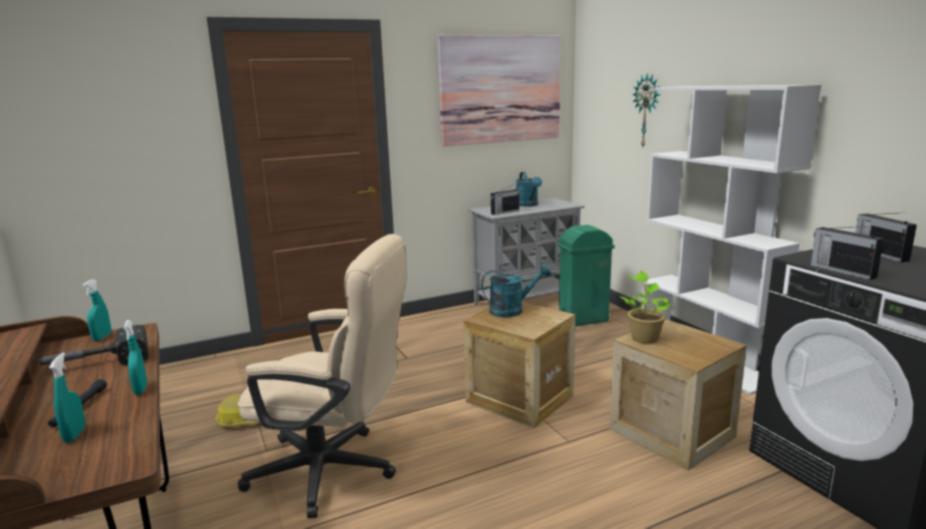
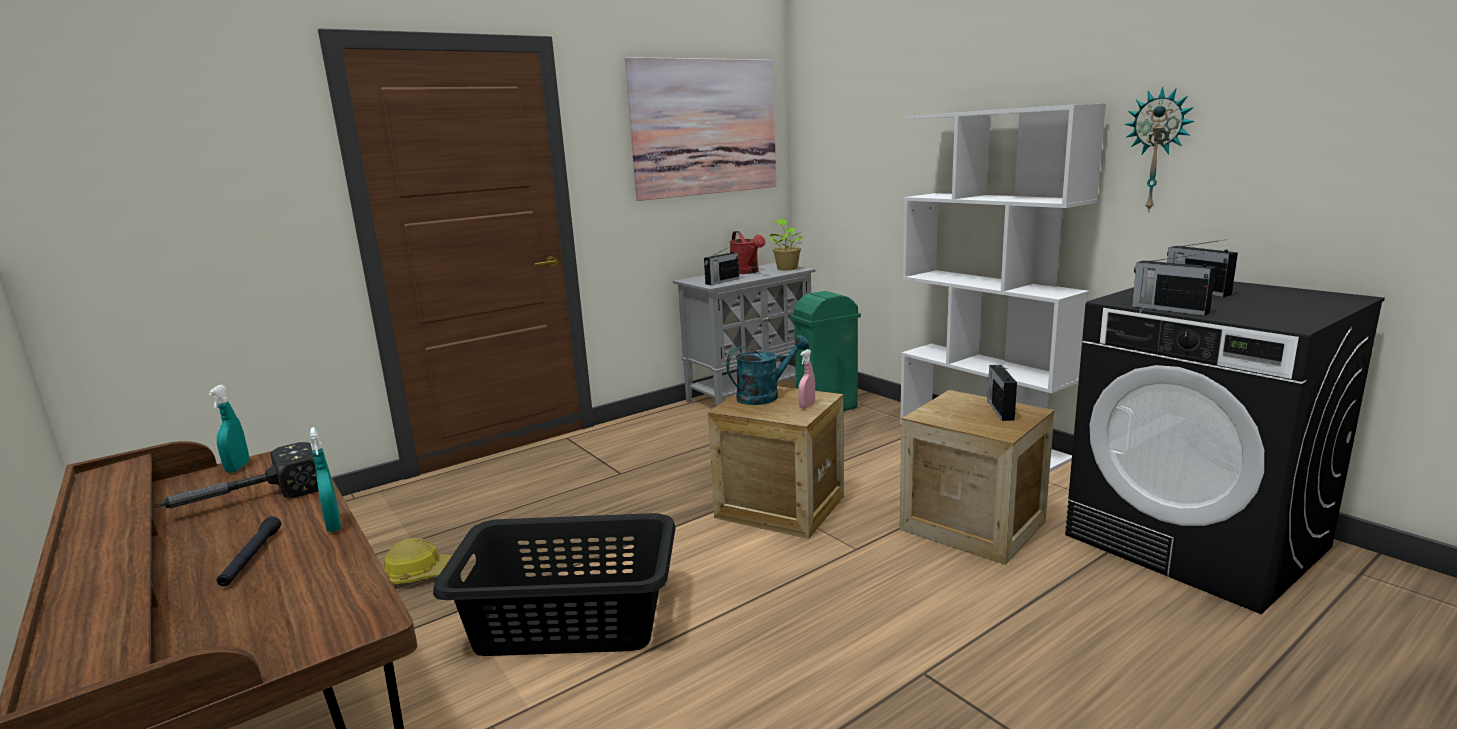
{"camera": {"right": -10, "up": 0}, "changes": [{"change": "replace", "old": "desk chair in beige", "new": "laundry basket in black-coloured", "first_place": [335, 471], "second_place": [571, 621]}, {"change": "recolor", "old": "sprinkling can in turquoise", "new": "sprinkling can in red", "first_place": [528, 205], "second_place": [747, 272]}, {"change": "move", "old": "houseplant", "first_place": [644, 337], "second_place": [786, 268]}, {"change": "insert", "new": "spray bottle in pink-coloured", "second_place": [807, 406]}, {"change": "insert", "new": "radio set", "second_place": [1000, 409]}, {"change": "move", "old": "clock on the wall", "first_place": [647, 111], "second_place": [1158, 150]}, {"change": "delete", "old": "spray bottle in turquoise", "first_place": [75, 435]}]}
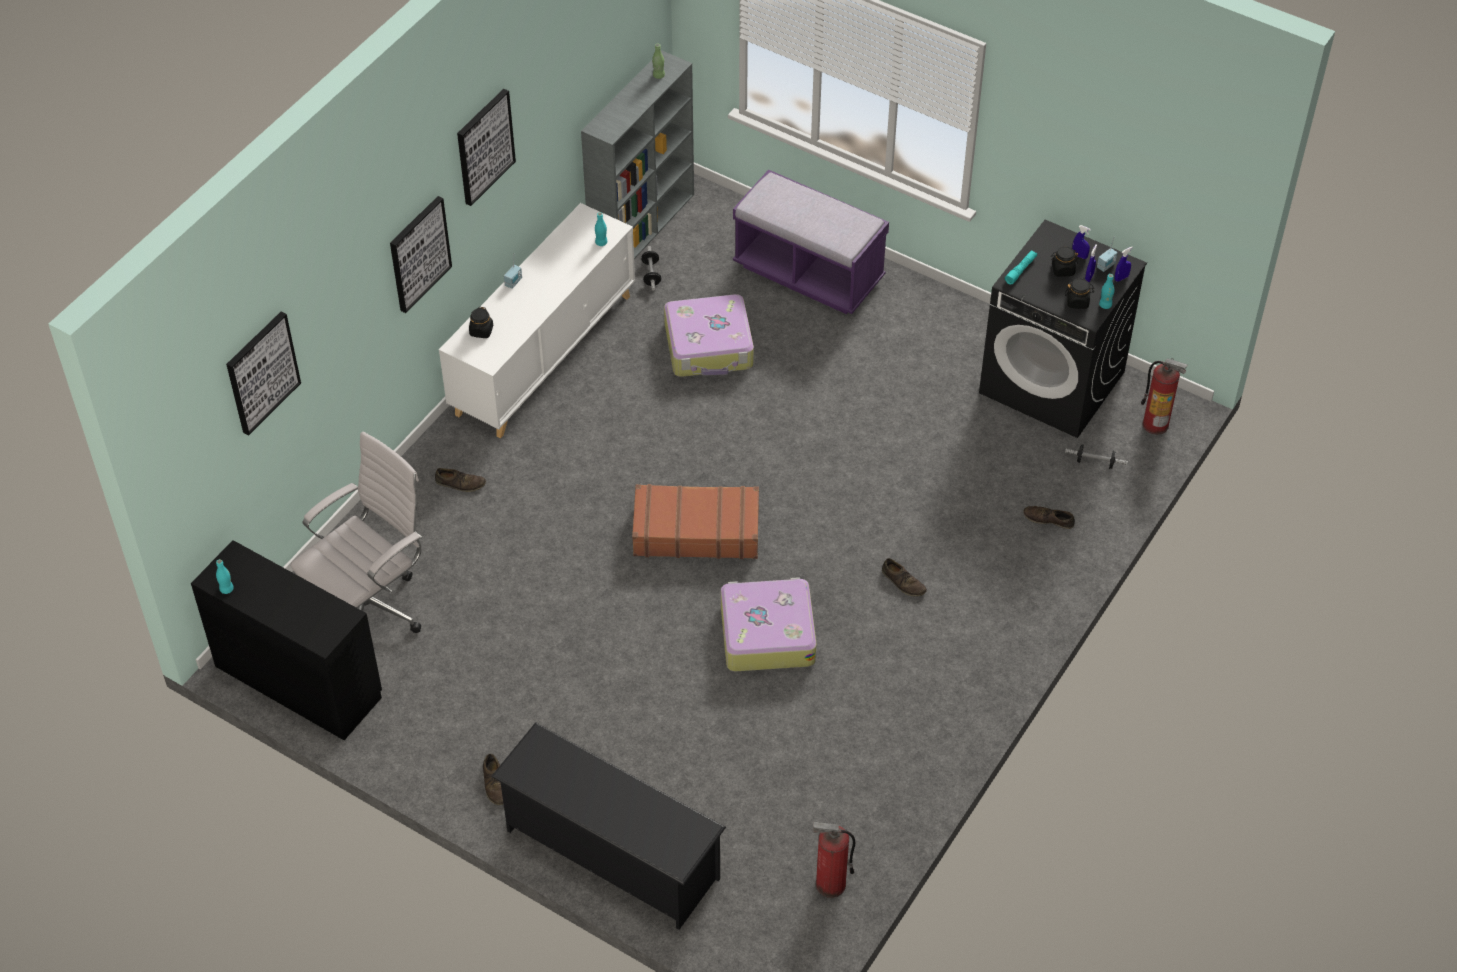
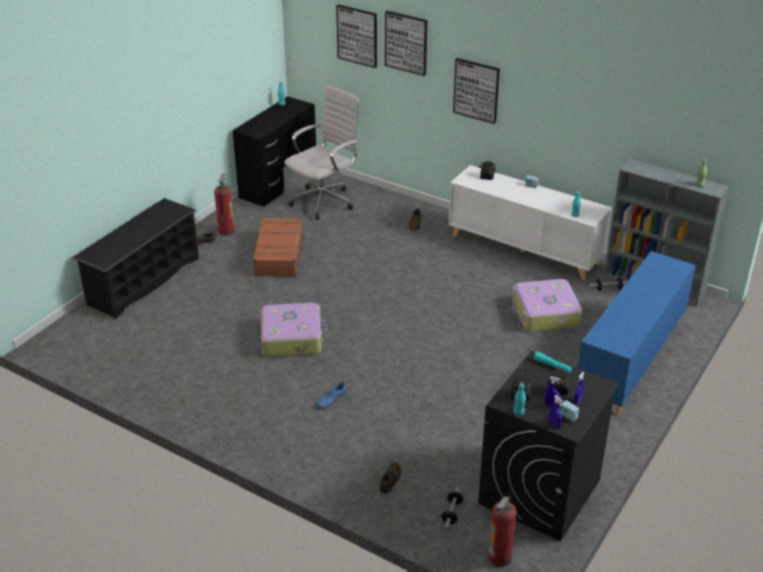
{"camera": {"right": 90, "up": -15}, "changes": [{"change": "move", "old": "fire-fighting cylinder", "first_place": [830, 884], "second_place": [226, 231]}, {"change": "move", "old": "piece of luggage in brownish", "first_place": [696, 531], "second_place": [279, 255]}, {"change": "rotate", "old": "desk chair in whitish", "first_place": [372, 608], "second_place": [325, 201], "degrees": -90}, {"change": "recolor", "old": "shoe in brownish", "new": "shoe in bluish", "first_place": [903, 582], "second_place": [331, 399]}, {"change": "move", "old": "wall art", "first_place": [484, 146], "second_place": [406, 42]}, {"change": "replace", "old": "bench in purple-coloured", "new": "storage cabinet in bluish", "first_place": [808, 273], "second_place": [630, 360]}]}
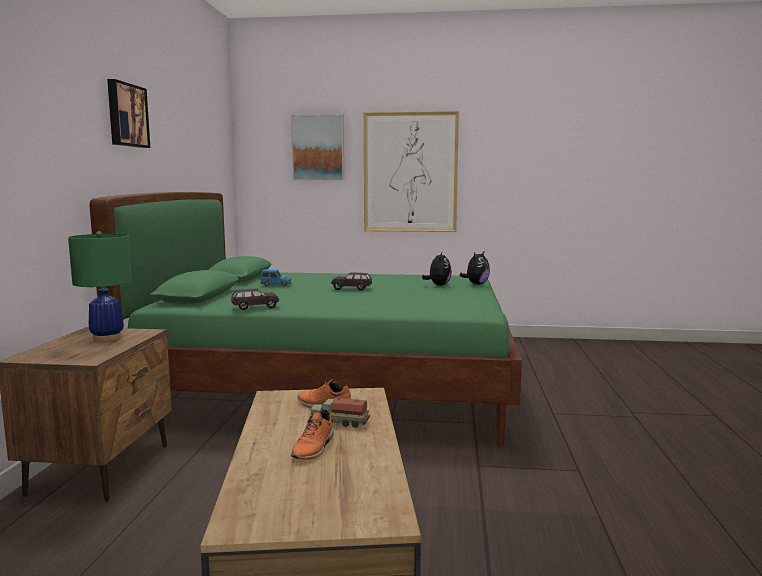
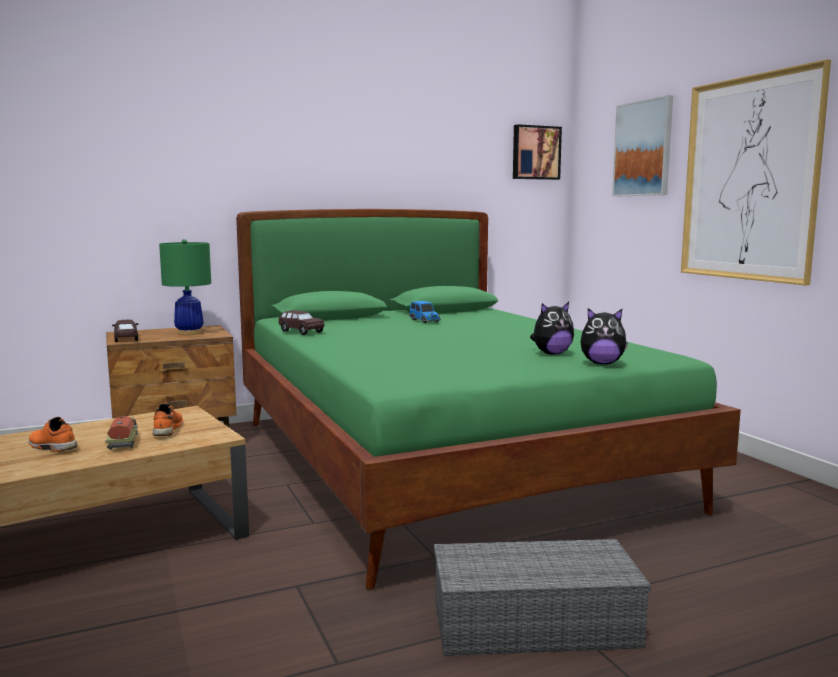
{"camera": {"right": 60, "up": 0}, "changes": [{"change": "rotate", "old": "shoe in orangey", "first_place": [314, 448], "second_place": [51, 447], "degrees": 45}, {"change": "move", "old": "toy car in brownish", "first_place": [351, 288], "second_place": [126, 339]}, {"change": "insert", "new": "storage box in grey", "second_place": [536, 622]}, {"change": "move", "old": "wall art", "first_place": [126, 115], "second_place": [535, 153]}]}
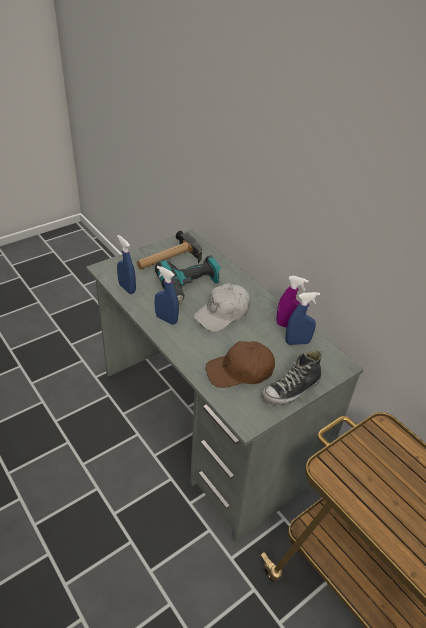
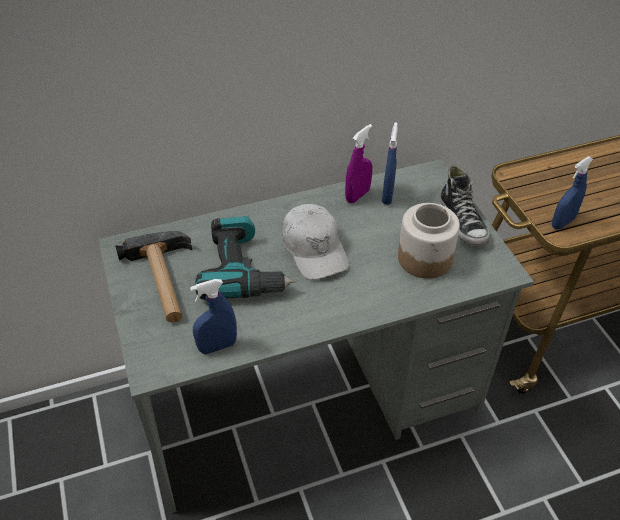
{"camera": {"right": -70, "up": 5}, "changes": [{"change": "replace", "old": "peaked cap in brownish", "new": "preserve jar", "first_place": [240, 371], "second_place": [425, 258]}, {"change": "move", "old": "spray bottle in bluish", "first_place": [166, 319], "second_place": [562, 222]}]}
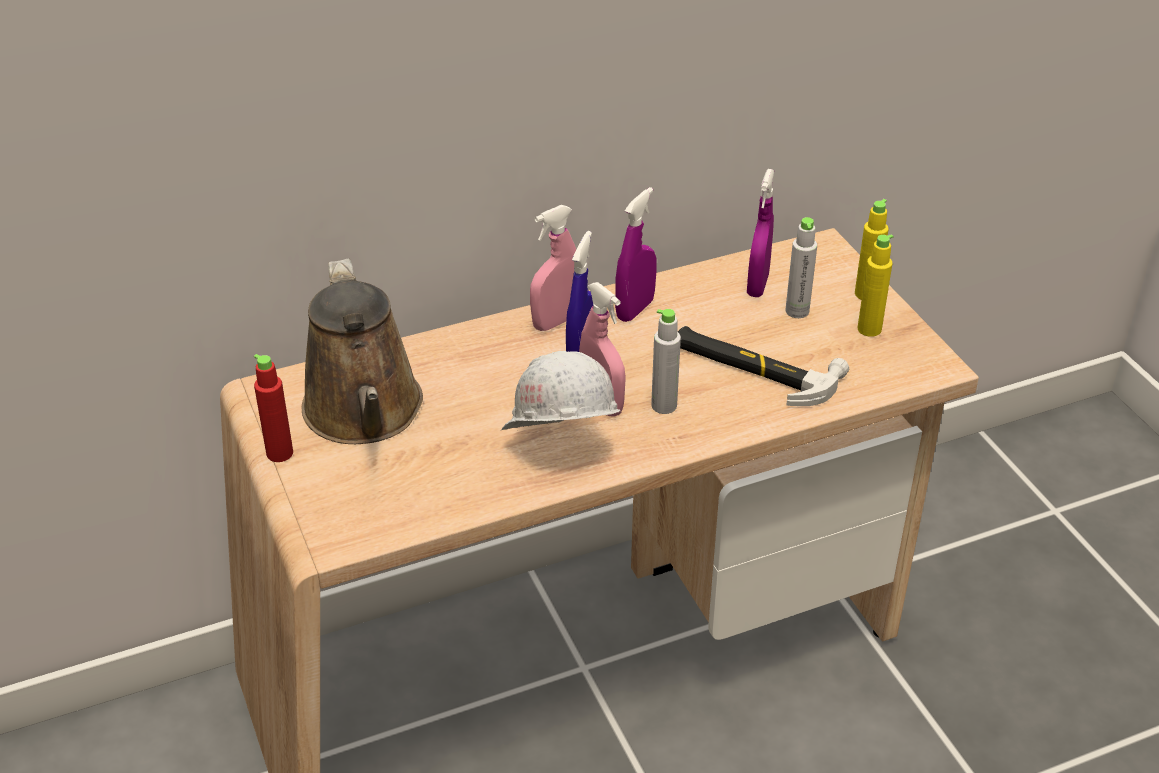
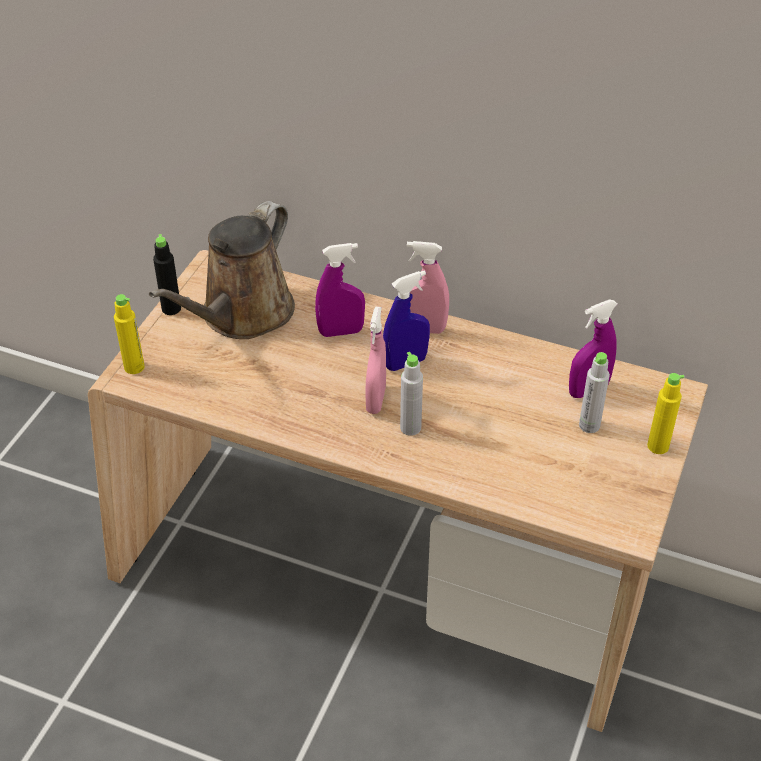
{"camera": {"right": 45, "up": 5}, "changes": [{"change": "move", "old": "bottle in yellow-coloured", "first_place": [869, 329], "second_place": [134, 367]}, {"change": "recolor", "old": "bottle in red", "new": "bottle in black-coloured", "first_place": [280, 453], "second_place": [171, 309]}, {"change": "move", "old": "spray bottle in purple-coloured", "first_place": [635, 310], "second_place": [341, 332]}, {"change": "delete", "old": "safety helmet in whitish", "first_place": [559, 450]}, {"change": "delete", "old": "hammer", "first_place": [754, 368]}]}
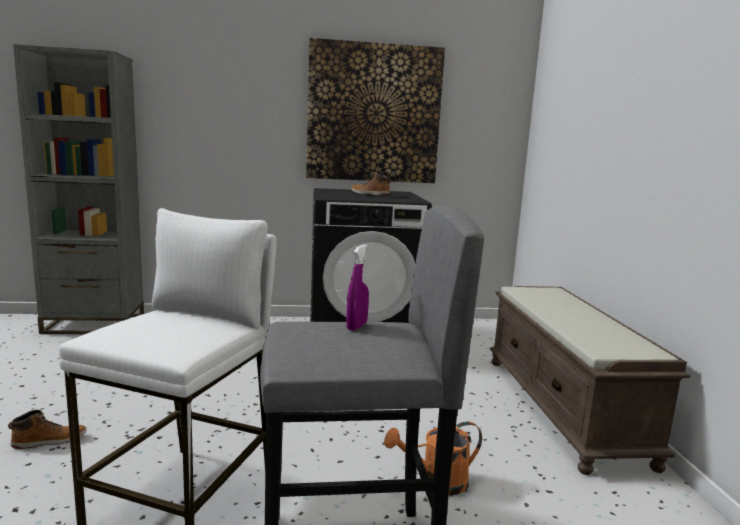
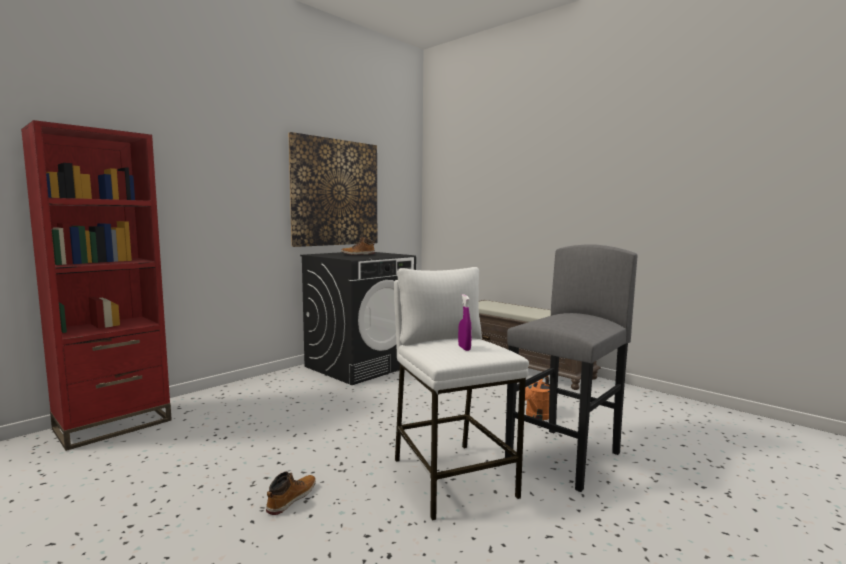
{"camera": {"right": -40, "up": -5}, "changes": [{"change": "recolor", "old": "bookcase in grey", "new": "bookcase in red", "first_place": [94, 324], "second_place": [113, 425]}, {"change": "move", "old": "spray bottle in purple-coloured", "first_place": [356, 326], "second_place": [464, 348]}]}
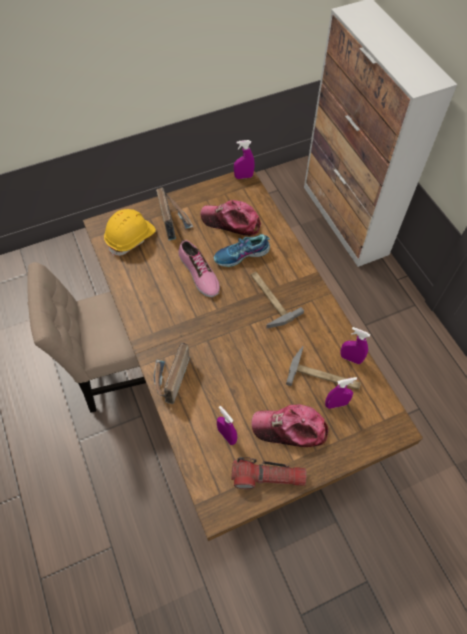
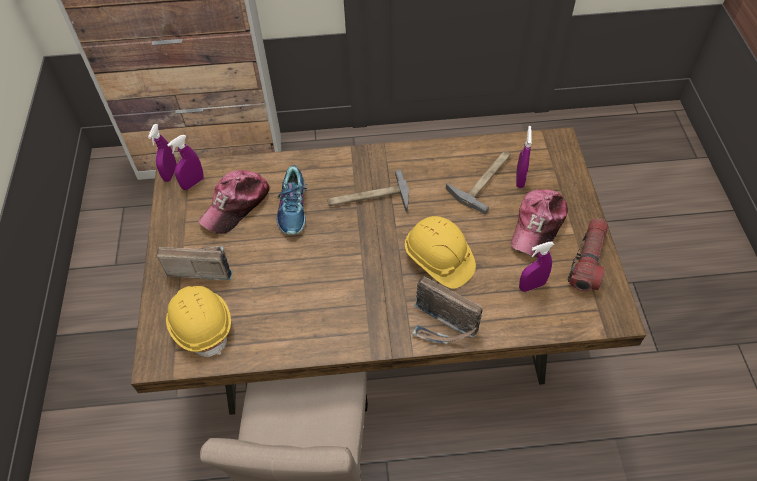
{"camera": {"right": -70, "up": -5}, "changes": [{"change": "move", "old": "spray bottle in purple-coloured", "first_place": [350, 358], "second_place": [193, 183]}, {"change": "insert", "new": "safety helmet in yellow-coloured", "second_place": [439, 260]}, {"change": "delete", "old": "shoe", "first_place": [198, 273]}]}
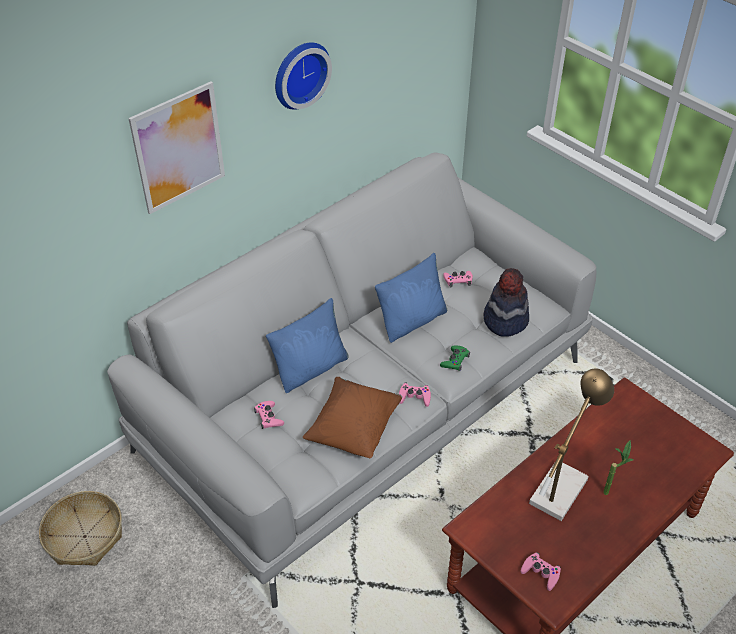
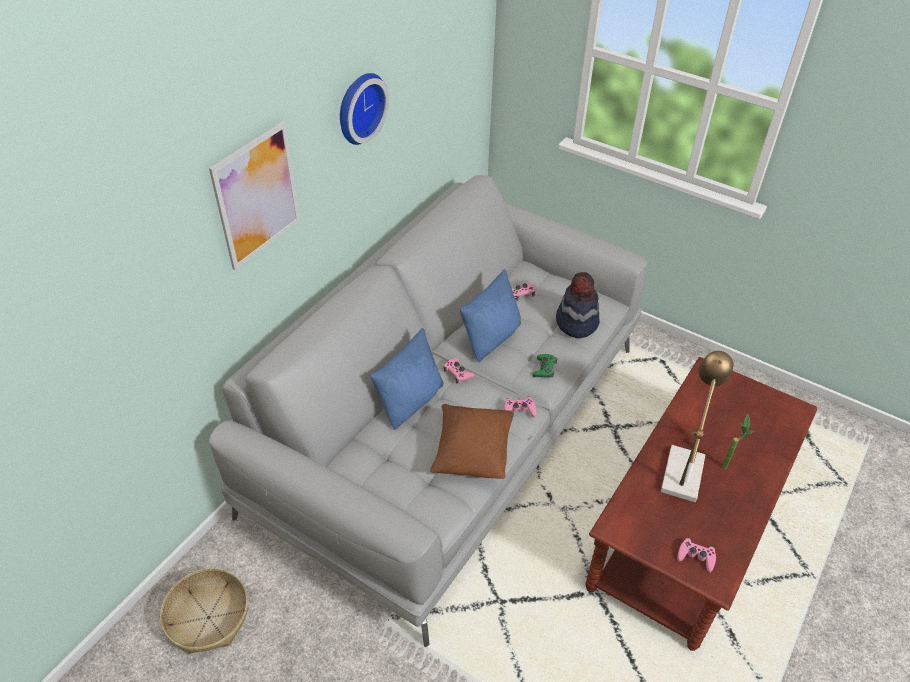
{"camera": {"right": -15, "up": 0}, "changes": [{"change": "move", "old": "joypad in pink-coloured", "first_place": [268, 417], "second_place": [458, 373]}]}
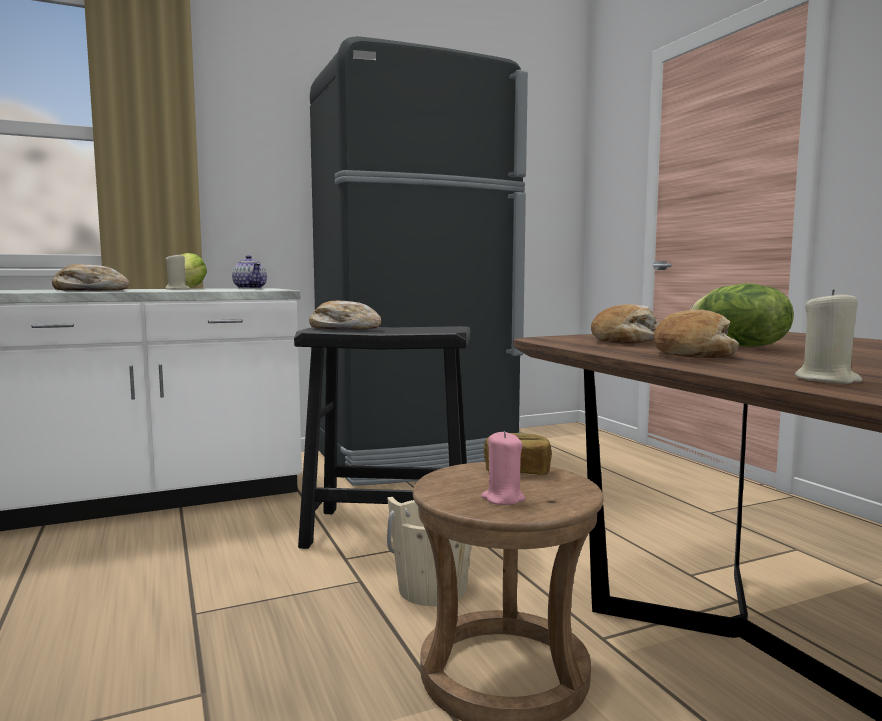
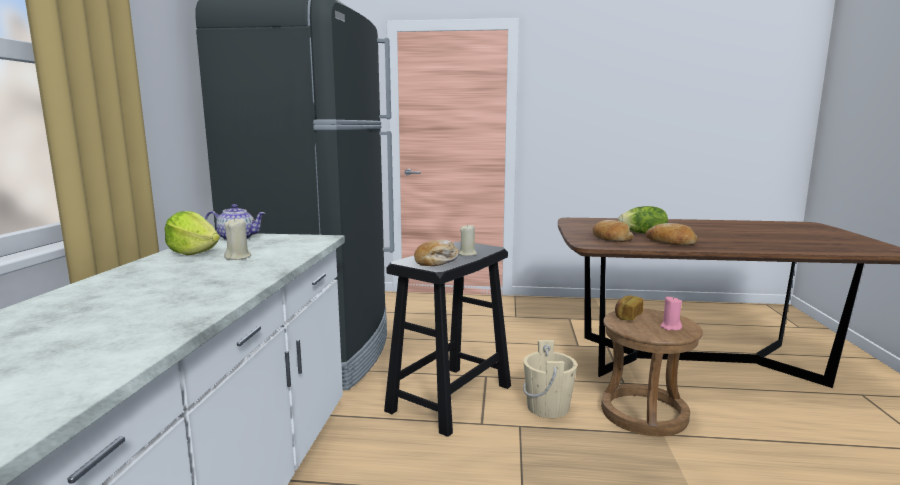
{"camera": {"right": -60, "up": 5}, "changes": [{"change": "move", "old": "wax light in beige", "first_place": [827, 380], "second_place": [467, 254]}, {"change": "delete", "old": "bread", "first_place": [90, 290]}]}
